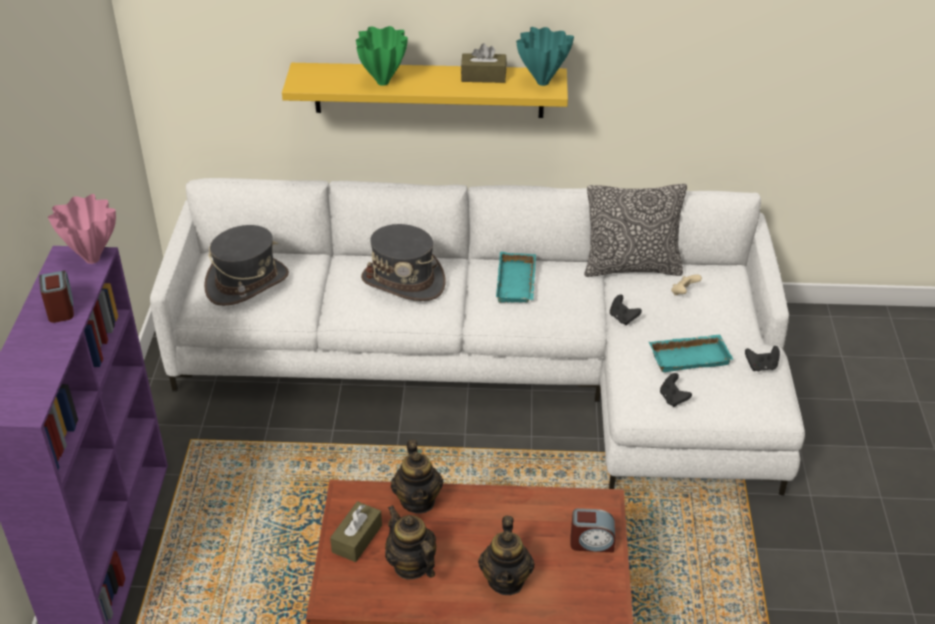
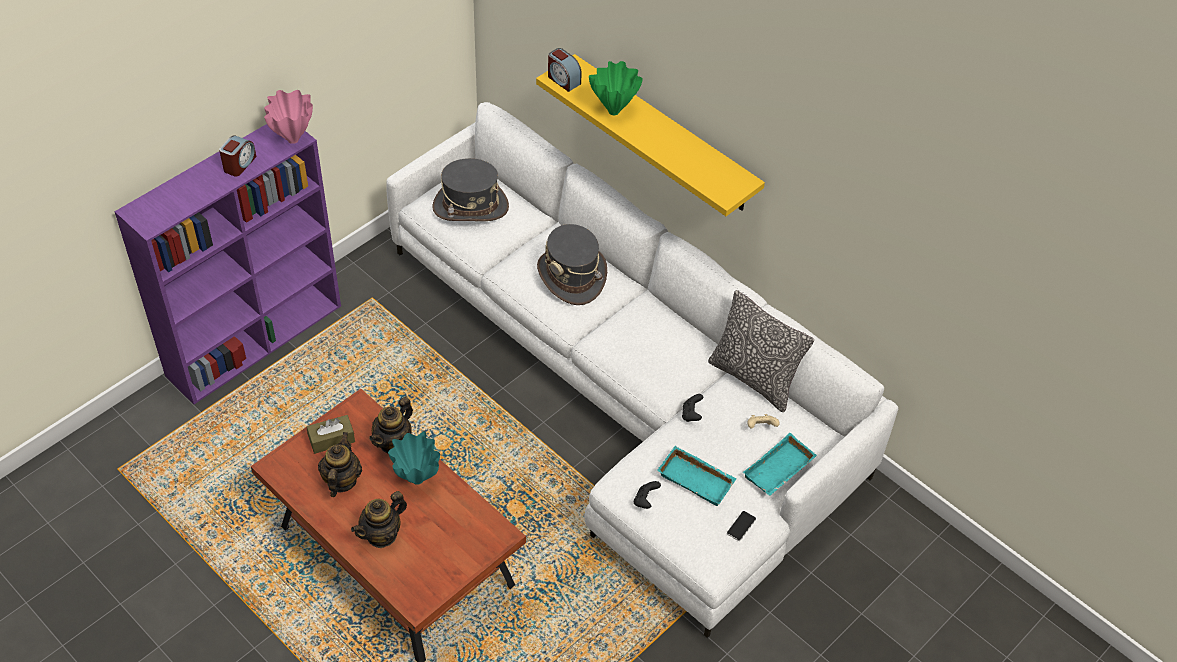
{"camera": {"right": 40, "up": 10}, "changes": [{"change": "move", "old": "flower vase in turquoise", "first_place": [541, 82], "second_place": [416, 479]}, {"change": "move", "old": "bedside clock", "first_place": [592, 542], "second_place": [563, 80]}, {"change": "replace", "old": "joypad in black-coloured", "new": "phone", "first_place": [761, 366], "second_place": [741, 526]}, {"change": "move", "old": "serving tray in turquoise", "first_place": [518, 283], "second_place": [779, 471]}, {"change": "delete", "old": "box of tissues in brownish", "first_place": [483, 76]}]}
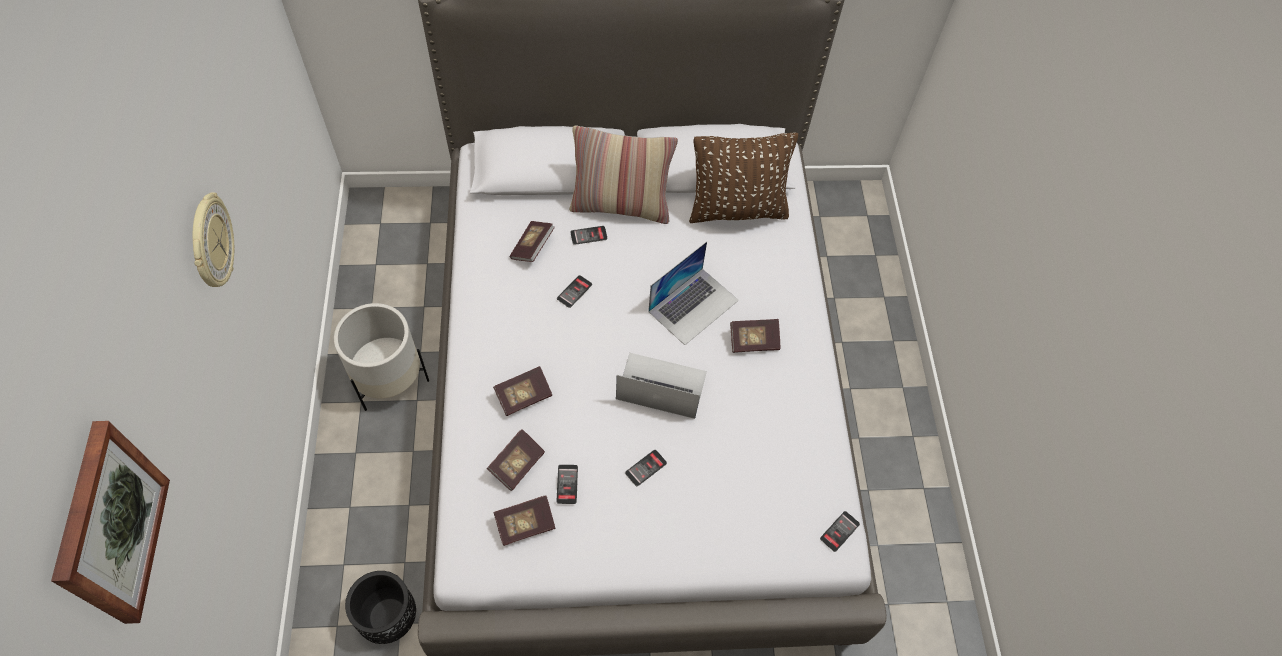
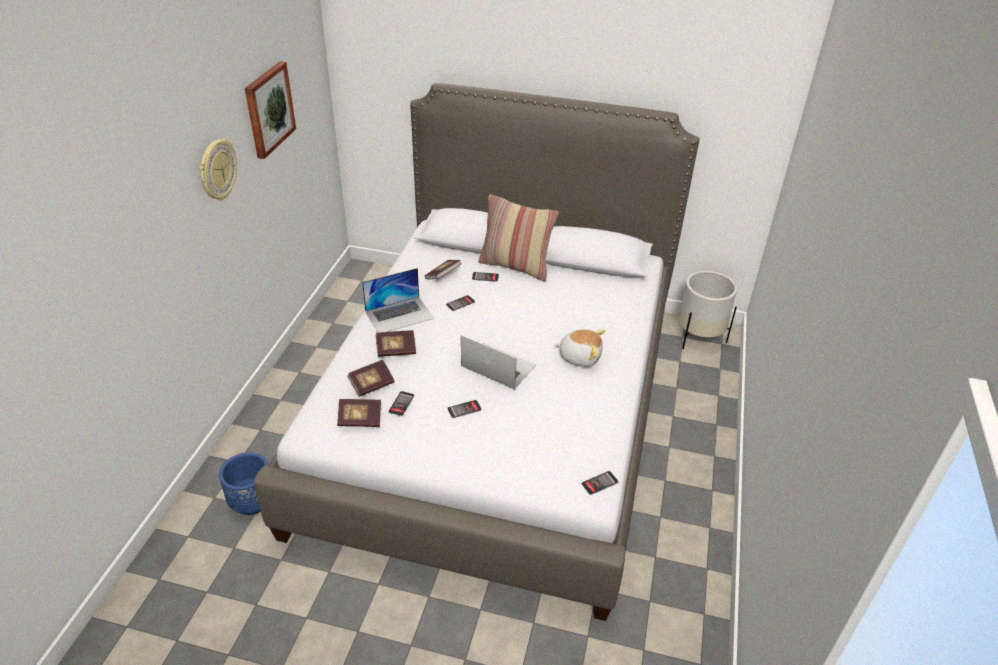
{"camera": {"right": 20, "up": -20}, "changes": [{"change": "recolor", "old": "plant pot in black-coloured", "new": "plant pot in bluish", "first_place": [389, 617], "second_place": [252, 502]}, {"change": "move", "old": "wall art", "first_place": [109, 525], "second_place": [268, 109]}, {"change": "move", "old": "portable computer", "first_place": [693, 305], "second_place": [399, 315]}, {"change": "replace", "old": "volume", "new": "soft toy", "first_place": [753, 341], "second_place": [580, 356]}, {"change": "move", "old": "plant pot in whitish", "first_place": [389, 380], "second_place": [699, 337]}, {"change": "delete", "old": "cushion in brownish", "first_place": [737, 209]}]}
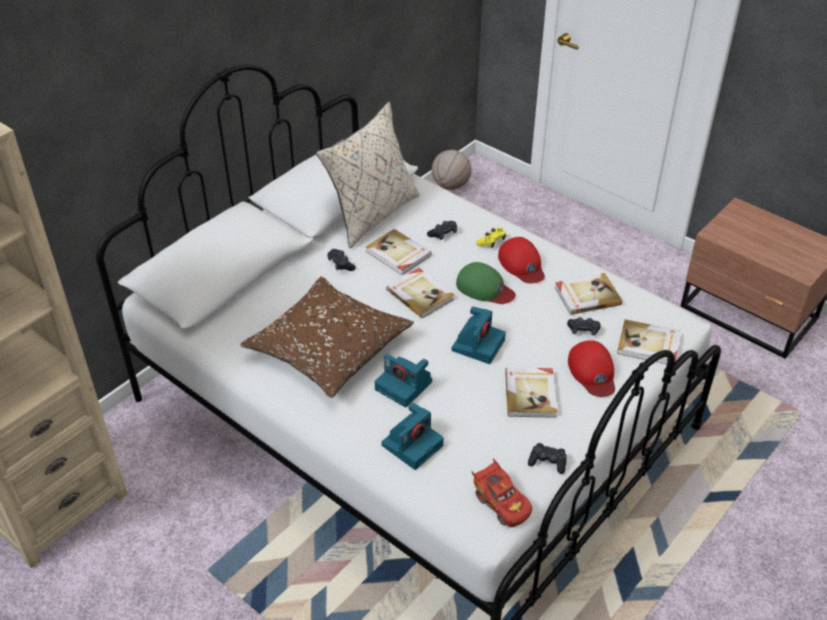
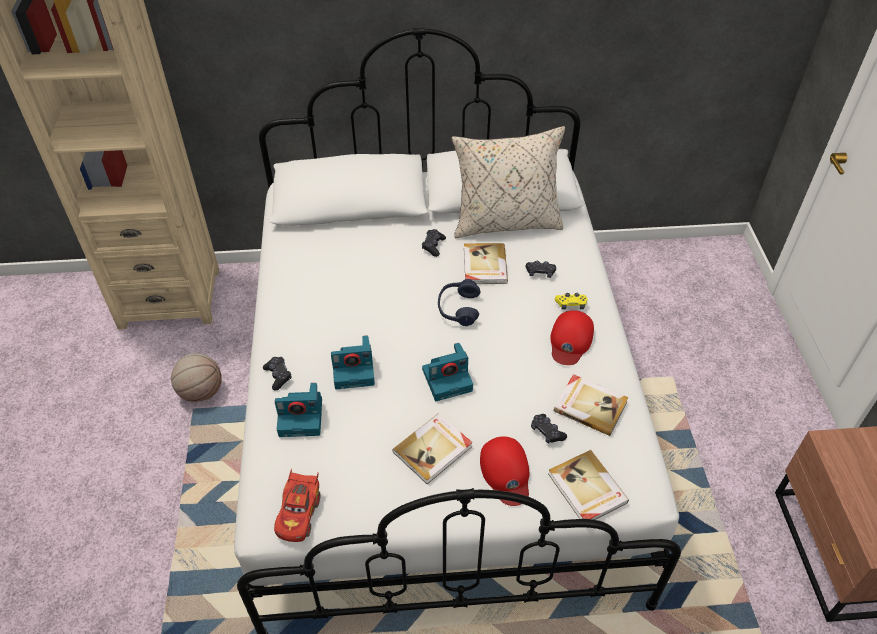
{"camera": {"right": 45, "up": 5}, "changes": [{"change": "move", "old": "basketball", "first_place": [450, 186], "second_place": [201, 392]}, {"change": "move", "old": "joypad in black-coloured", "first_place": [547, 462], "second_place": [278, 376]}, {"change": "rotate", "old": "photo camera", "first_place": [405, 386], "second_place": [354, 370], "degrees": -90}, {"change": "replace", "old": "volume", "new": "pair of headphones in bluish", "first_place": [420, 294], "second_place": [458, 308]}, {"change": "rotate", "old": "peaked cap in red", "first_place": [592, 372], "second_place": [506, 472], "degrees": -45}, {"change": "delete", "old": "cushion in brownish", "first_place": [328, 349]}, {"change": "delete", "old": "peaked cap in green-coloured", "first_place": [484, 288]}]}
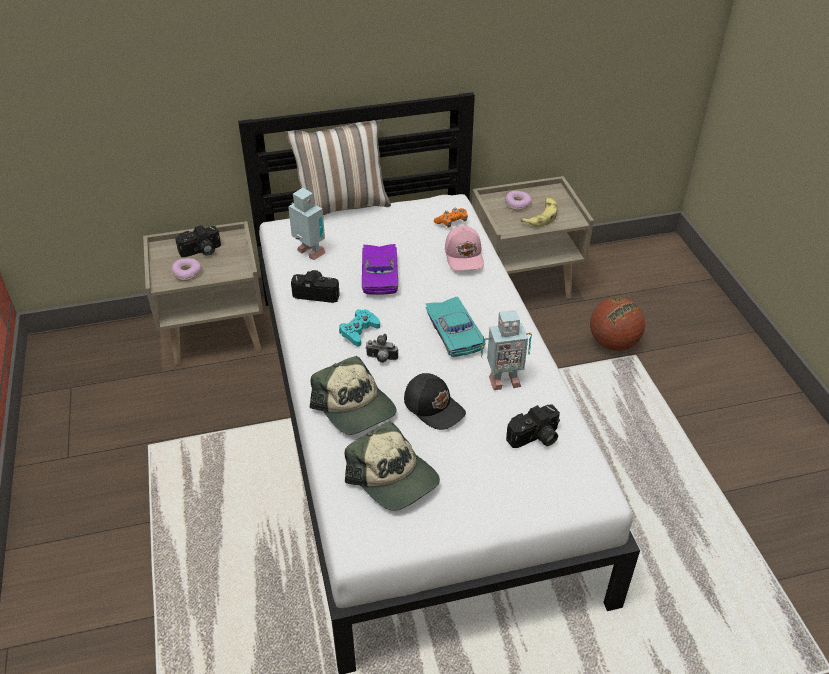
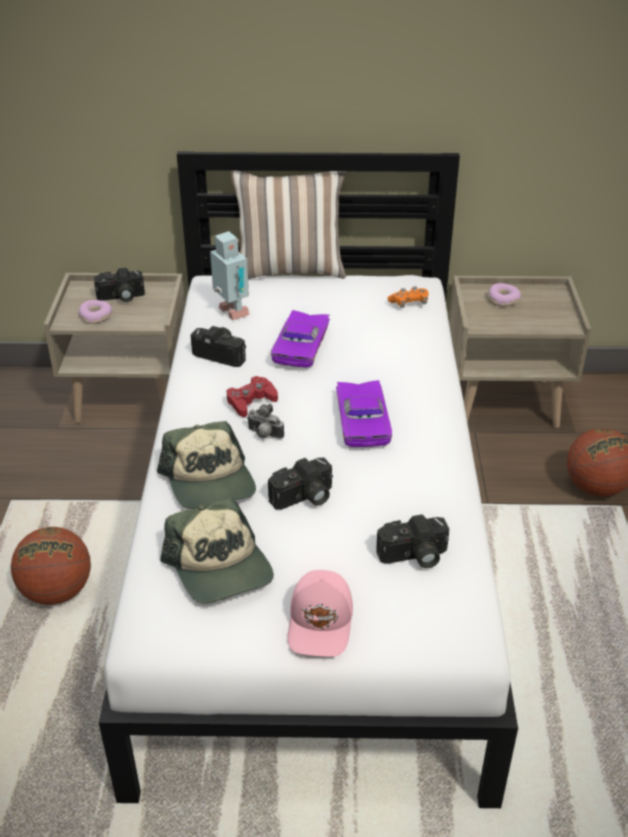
{"camera": {"right": 15, "up": -5}, "changes": [{"change": "insert", "new": "basketball", "second_place": [57, 591]}, {"change": "recolor", "old": "joypad in turquoise", "new": "joypad in red", "first_place": [359, 331], "second_place": [251, 401]}, {"change": "replace", "old": "peaked cap in black-coloured", "new": "photo camera", "first_place": [434, 407], "second_place": [304, 498]}, {"change": "move", "old": "peaked cap in pink-coloured", "first_place": [465, 256], "second_place": [321, 622]}, {"change": "recolor", "old": "toy car in turquoise", "new": "toy car in purple-coloured", "first_place": [456, 332], "second_place": [365, 421]}, {"change": "delete", "old": "model robot", "first_place": [503, 380]}, {"change": "delete", "old": "banana fruit", "first_place": [541, 216]}]}
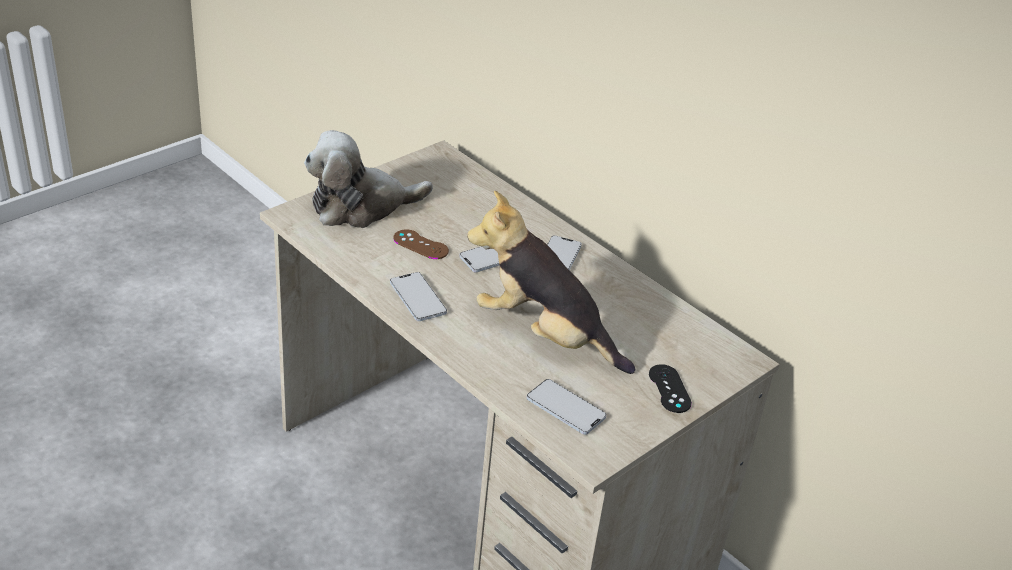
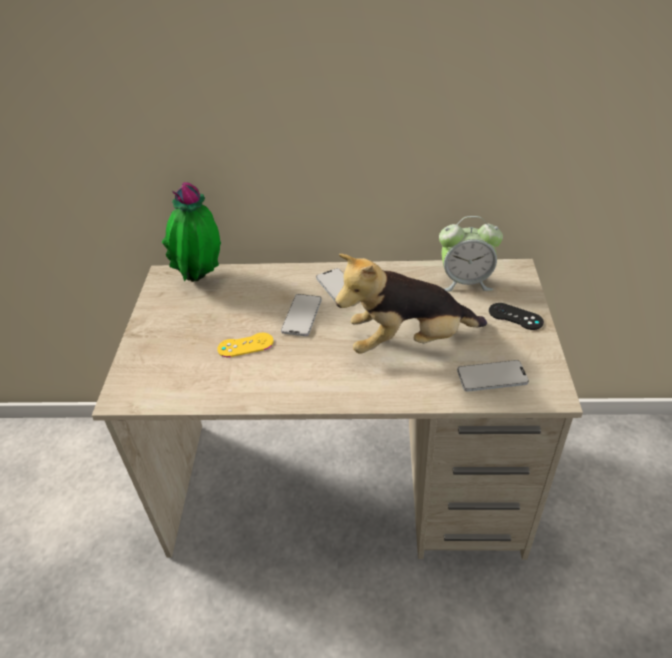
{"camera": {"right": -40, "up": 5}, "changes": [{"change": "insert", "new": "houseplant", "second_place": [202, 279]}, {"change": "recolor", "old": "joypad in brownish", "new": "joypad in yellow-coloured", "first_place": [420, 245], "second_place": [245, 345]}, {"change": "insert", "new": "bedside clock", "second_place": [465, 281]}, {"change": "delete", "old": "soft toy", "first_place": [361, 206]}, {"change": "delete", "old": "phone", "first_place": [418, 298]}]}
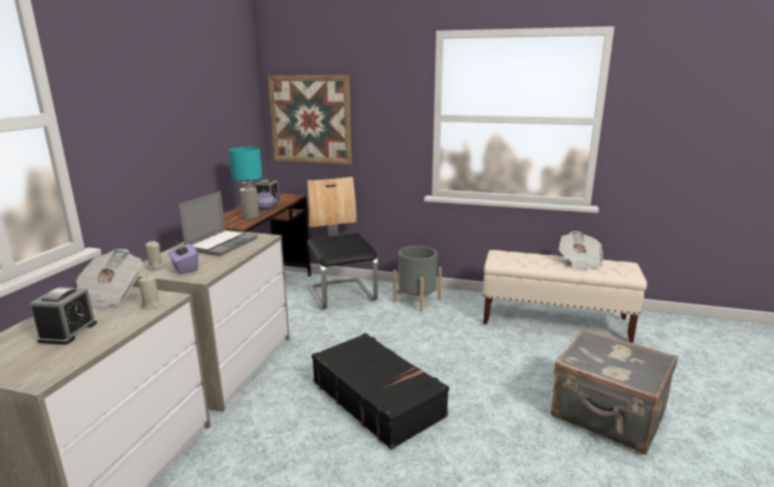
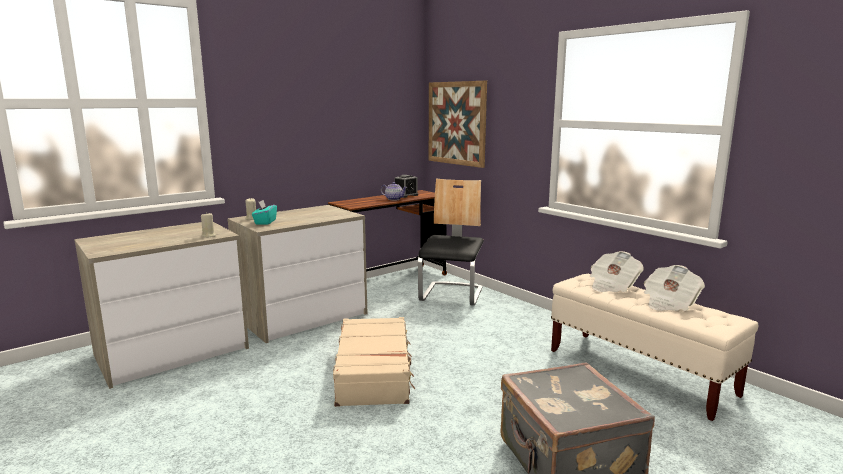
{"camera": {"right": 35, "up": -5}, "changes": [{"change": "recolor", "old": "box of tissues in purple-coloured", "new": "box of tissues in turquoise", "first_place": [184, 268], "second_place": [265, 222]}, {"change": "recolor", "old": "piece of luggage in black-coloured", "new": "piece of luggage in beige", "first_place": [377, 398], "second_place": [374, 372]}, {"change": "move", "old": "newspaper", "first_place": [109, 297], "second_place": [612, 286]}, {"change": "delete", "old": "bedside clock", "first_place": [68, 332]}, {"change": "delete", "old": "portable computer", "first_place": [221, 244]}, {"change": "delete", "old": "tabletop lamp in turquoise", "first_place": [250, 217]}, {"change": "delete", "old": "plant pot in grey", "first_place": [417, 301]}]}
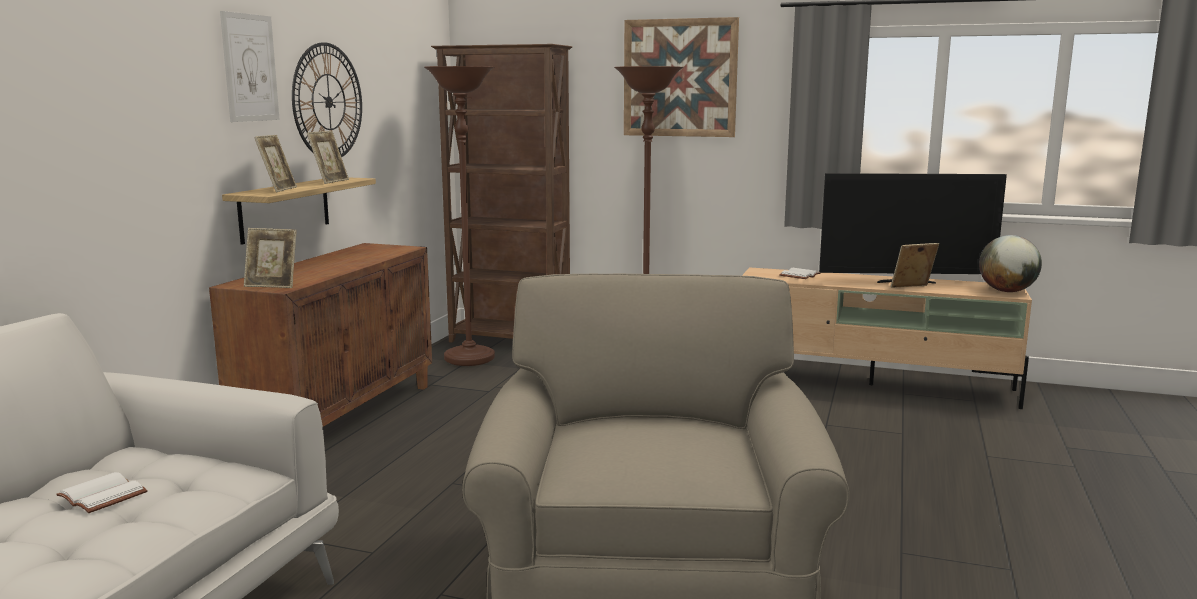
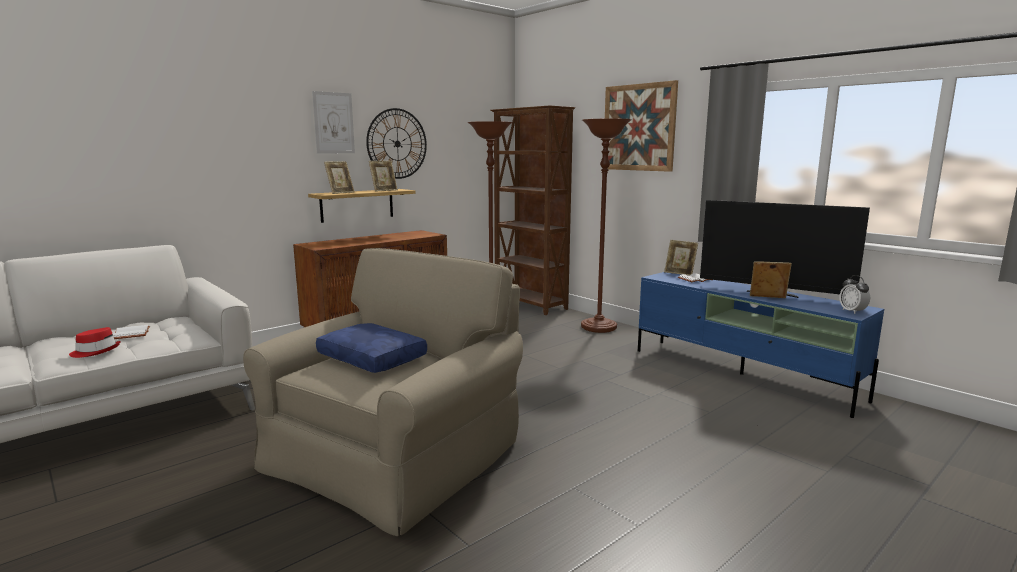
{"camera": {"right": 30, "up": 0}, "changes": [{"change": "insert", "new": "clothing hat in red", "second_place": [96, 351]}, {"change": "insert", "new": "cushion in bluish", "second_place": [373, 358]}, {"change": "recolor", "old": "tv unit in beige", "new": "tv unit in bluish", "first_place": [872, 385], "second_place": [742, 374]}, {"change": "move", "old": "picture frame", "first_place": [272, 285], "second_place": [679, 273]}, {"change": "replace", "old": "globe", "new": "bedside clock", "first_place": [1007, 291], "second_place": [852, 311]}]}
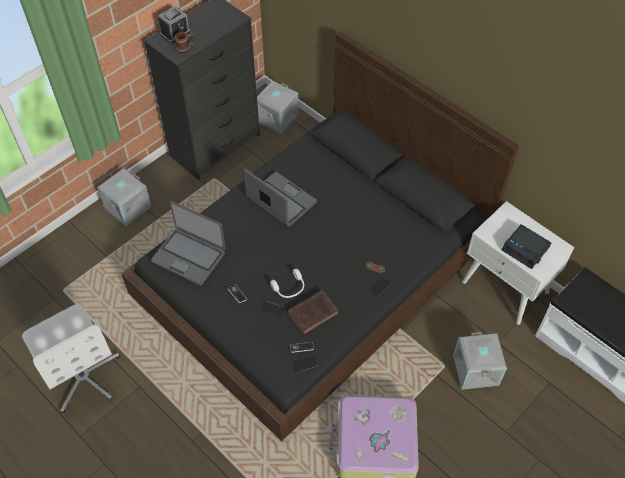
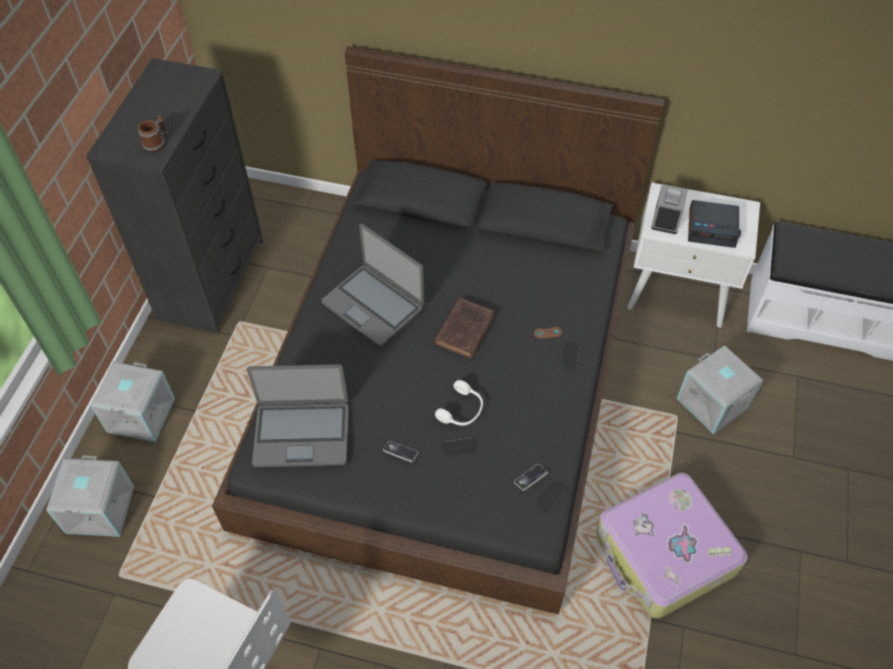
{"camera": {"right": -30, "up": 0}, "changes": [{"change": "move", "old": "storage box in grey", "first_place": [277, 118], "second_place": [101, 510]}, {"change": "rotate", "old": "portable computer", "first_place": [281, 201], "second_place": [373, 305], "degrees": -150}, {"change": "move", "old": "volume in brownish", "first_place": [314, 312], "second_place": [465, 329]}, {"change": "move", "old": "bedside clock", "first_place": [175, 33], "second_place": [666, 219]}]}
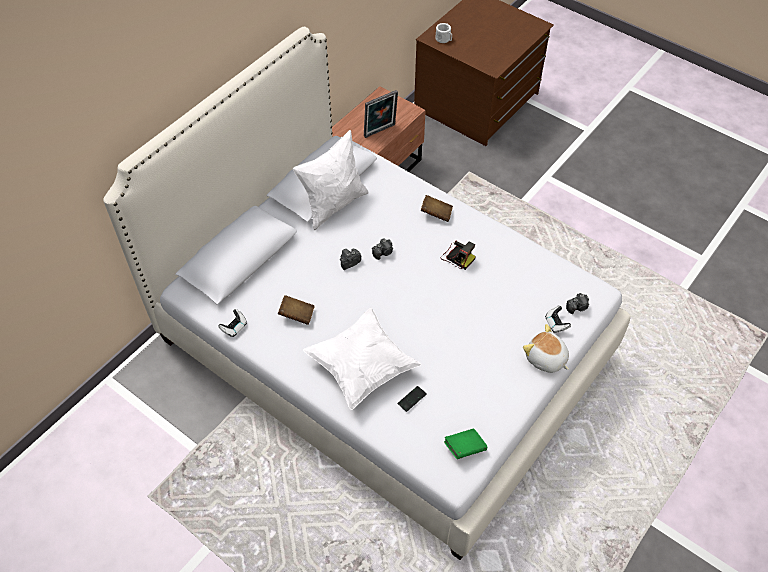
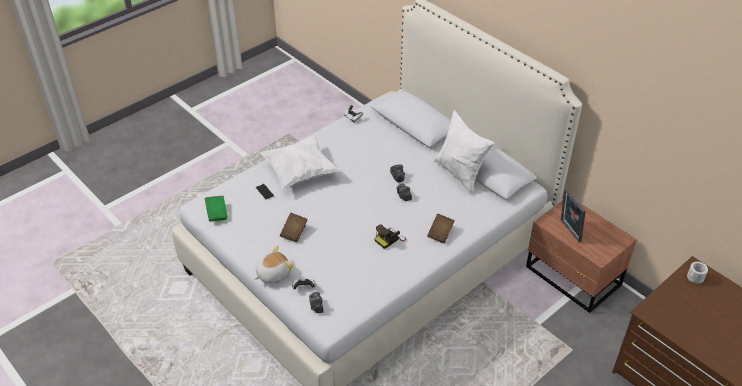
{"camera": {"right": 100, "up": -10}, "changes": [{"change": "move", "old": "volume in brownish", "first_place": [297, 315], "second_place": [294, 232]}]}
